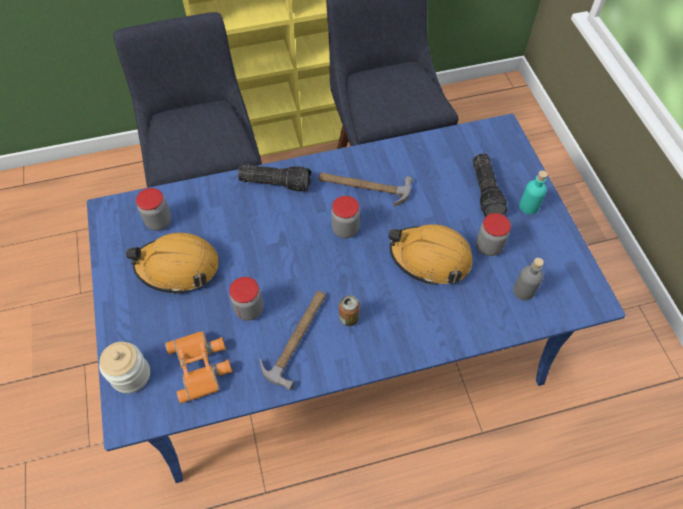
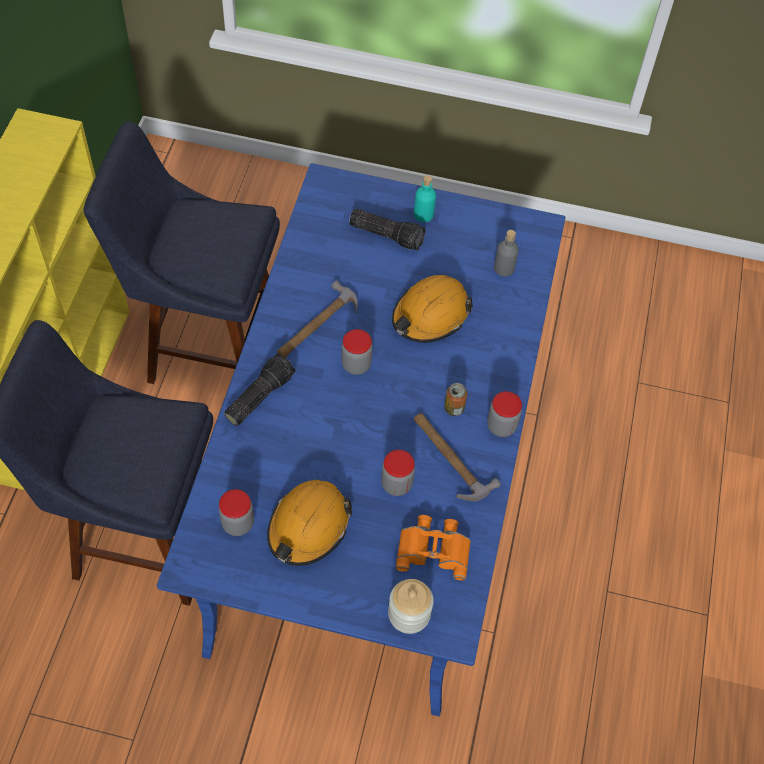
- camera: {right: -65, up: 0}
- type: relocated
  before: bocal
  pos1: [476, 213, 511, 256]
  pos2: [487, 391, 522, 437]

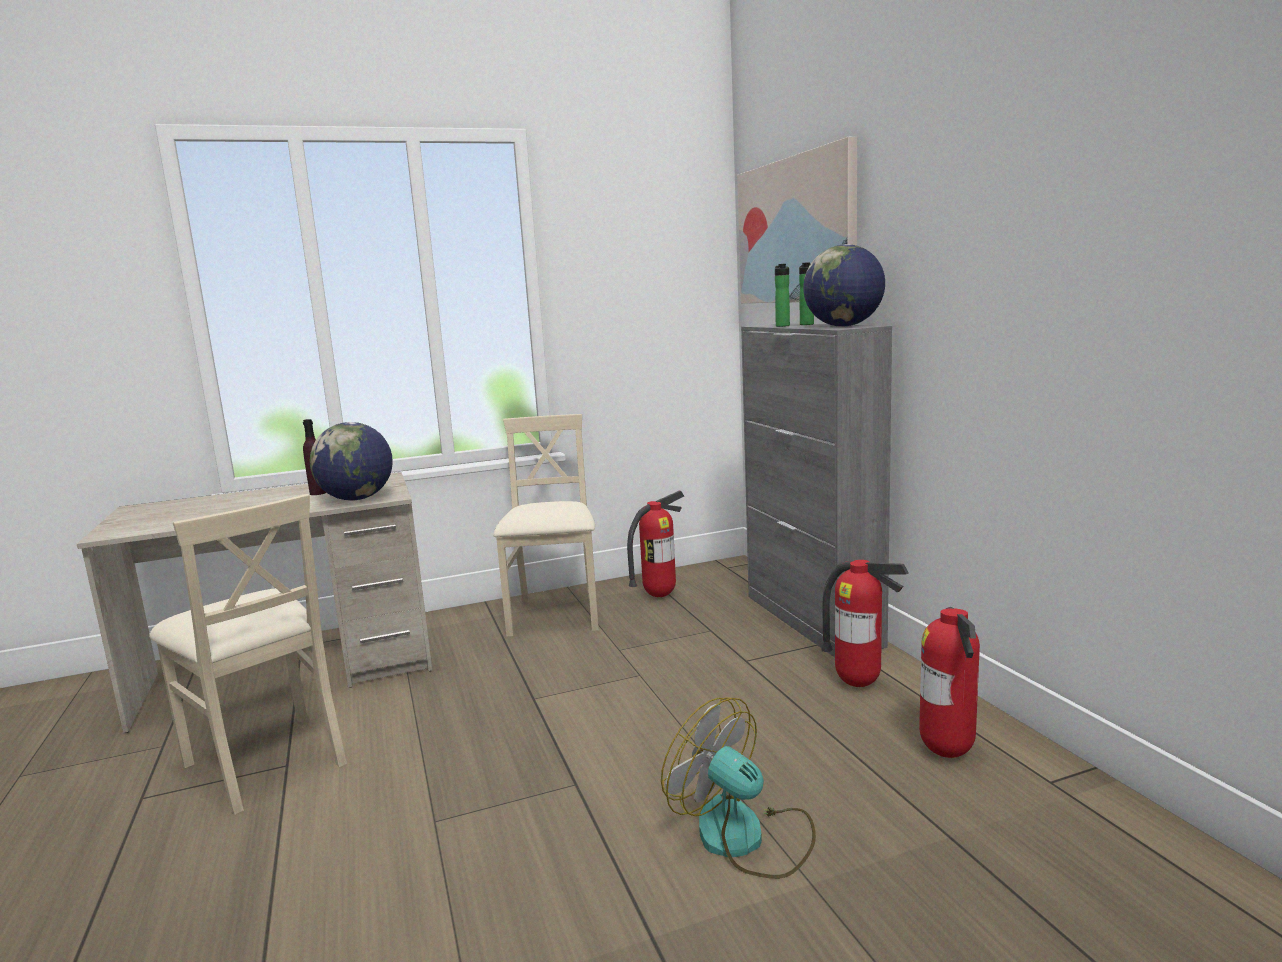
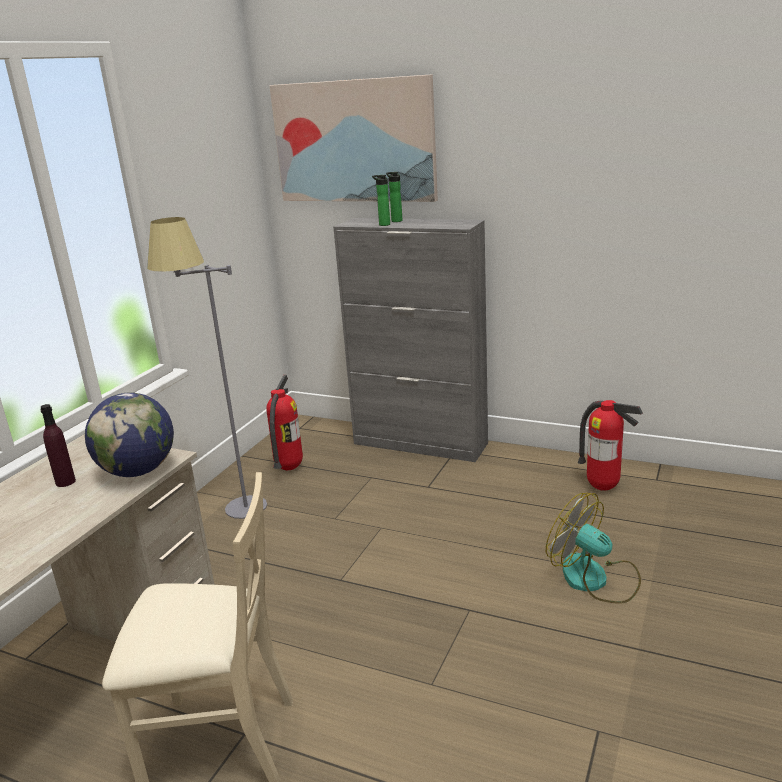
- camera: {right: -45, up: 10}
- type: missing
  before: globe
  pos1: [803, 244, 885, 327]
- type: exchanged
  before: chaise [beige]
  after: lampadaire [gris]
  pos1: [493, 414, 599, 637]
  pos2: [147, 217, 267, 519]
- type: missing
  before: extincteur
  pos1: [821, 560, 909, 687]
- type: spun
  before: ventilateur
  pos1: [661, 697, 816, 879]
  pos2: [546, 493, 641, 604]
  turn: 45

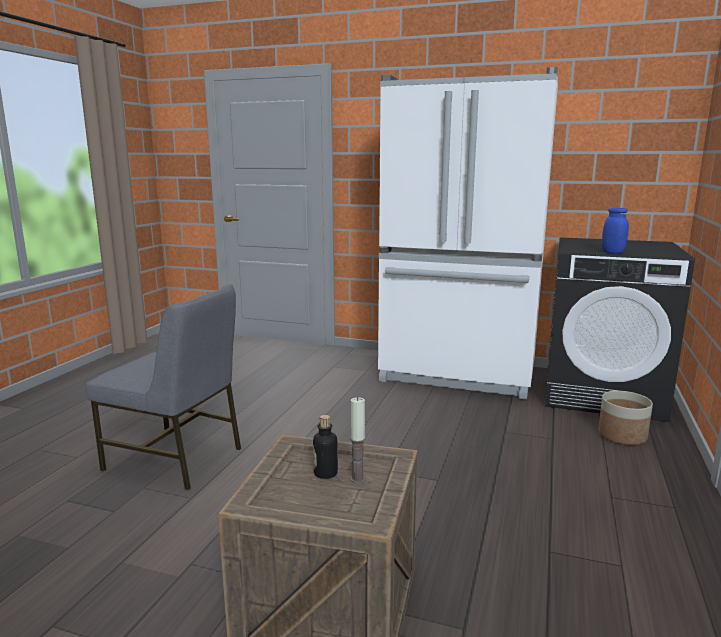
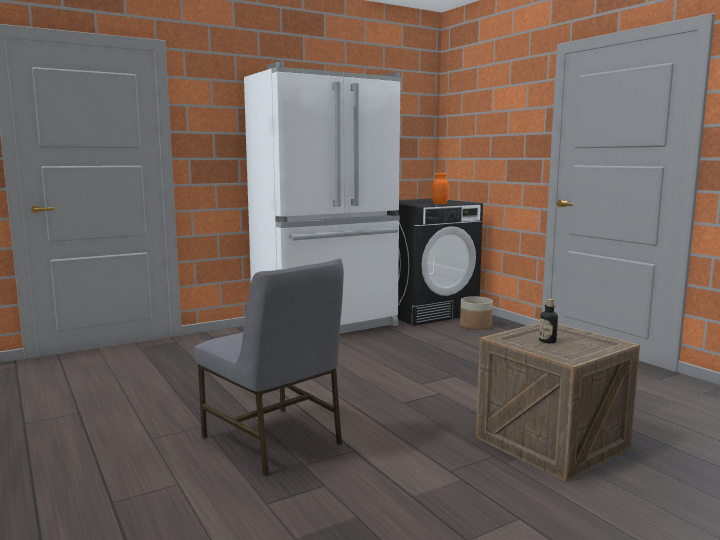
- camera: {right: -50, up: -5}
- type: colour
  before: bocal [bleu]
  after: bocal [orange]
  pos1: [602, 208, 629, 253]
  pos2: [432, 173, 449, 204]
- type: spun
  before: chaise [gris]
  pos1: [86, 284, 241, 490]
  pos2: [194, 259, 344, 476]
  turn: 75
- type: missing
  before: bougie
  pos1: [350, 397, 366, 483]

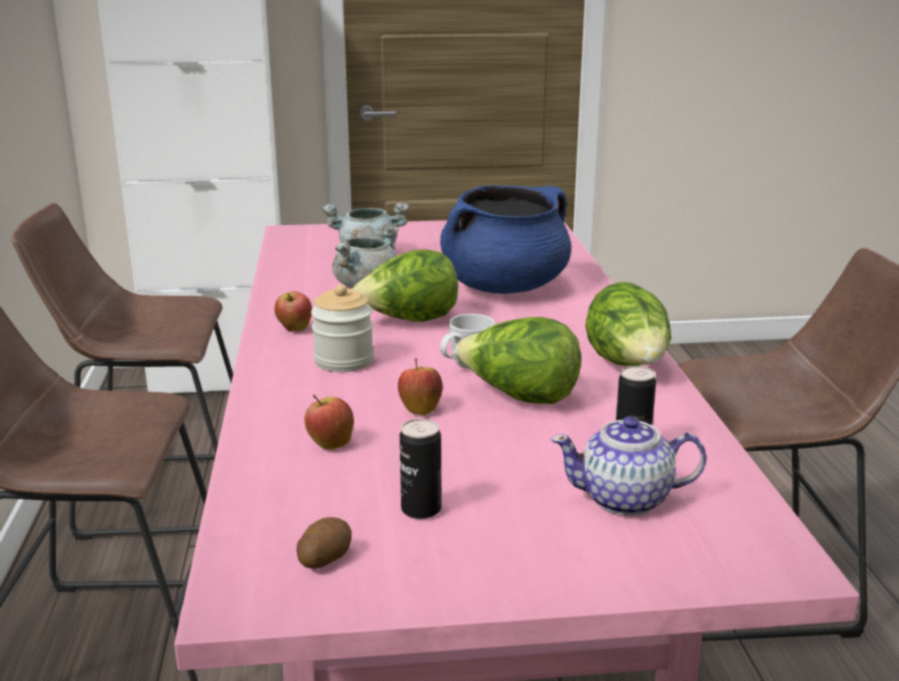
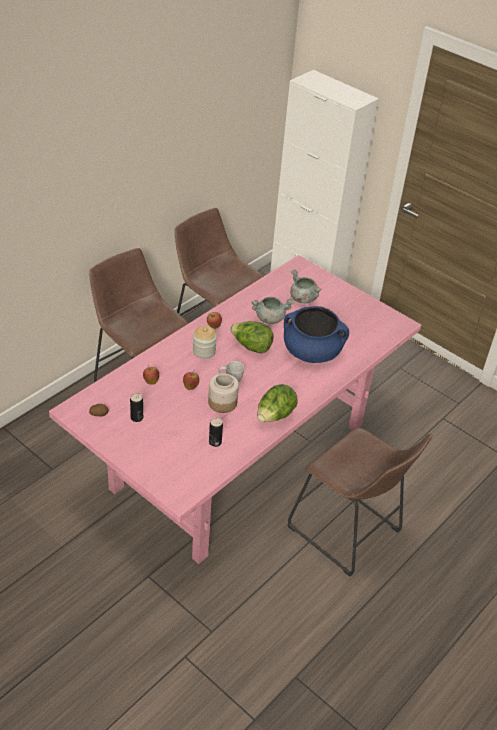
- camera: {right: 45, up: 20}
- type: exchanged
  before: laitue
  after: bocal
  pos1: [455, 317, 581, 404]
  pos2: [208, 373, 239, 413]
- type: missing
  before: théière
  pos1: [551, 416, 707, 516]

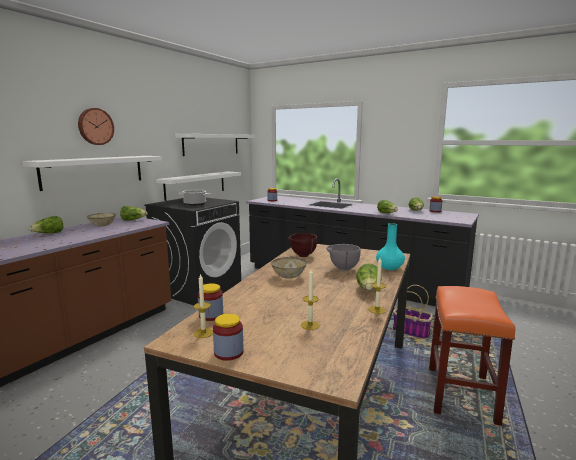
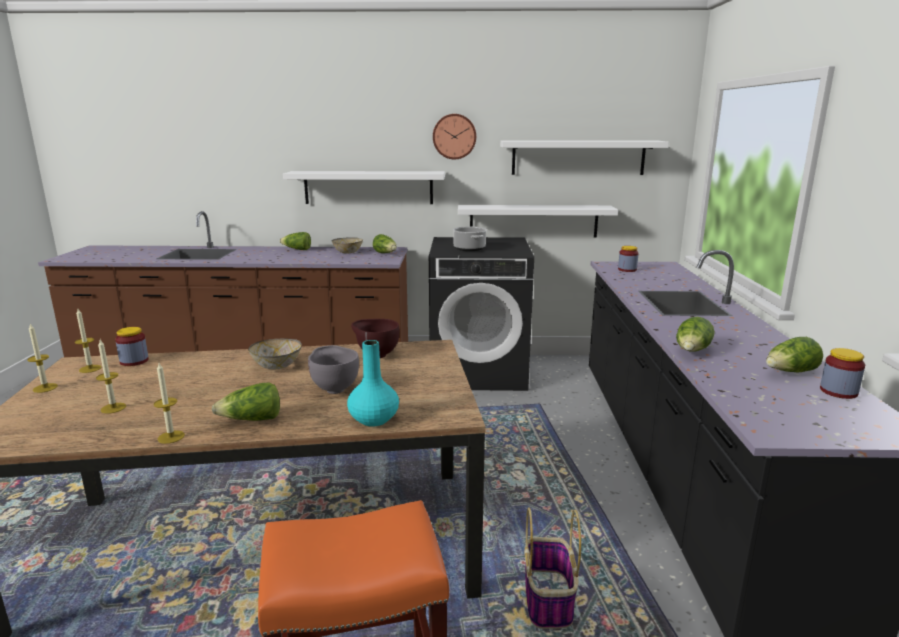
- camera: {right: 60, up: 5}
- type: relocated
  before: horloge murale
  pos1: [78, 108, 114, 145]
  pos2: [433, 114, 476, 159]
- type: exchanged
  before: bocal
  after: bougie
  pos1: [213, 313, 243, 361]
  pos2: [27, 324, 58, 393]

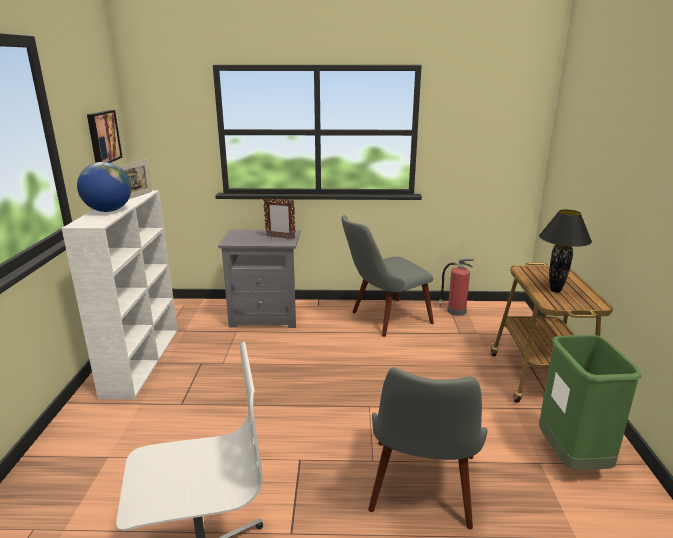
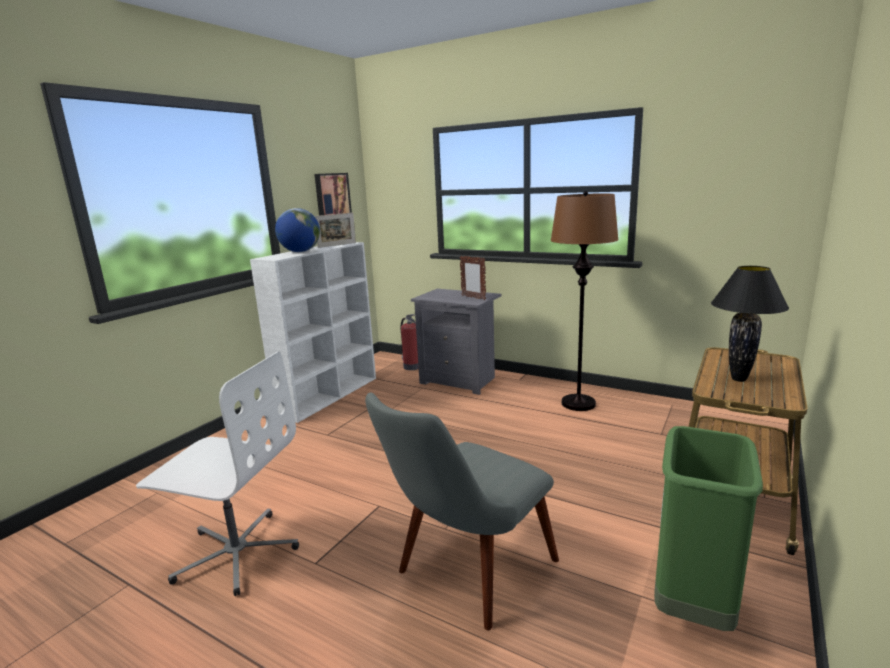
- camera: {right: 30, up: -5}
- type: exchanged
  before: chaise [gris]
  after: lampadaire [marron]
  pos1: [342, 215, 434, 337]
  pos2: [551, 191, 619, 411]
- type: relocated
  before: extincteur
  pos1: [438, 259, 474, 316]
  pos2: [401, 314, 419, 370]

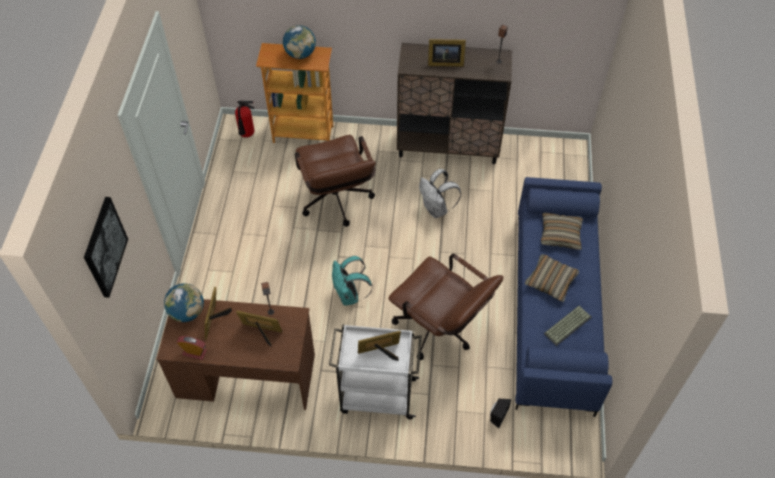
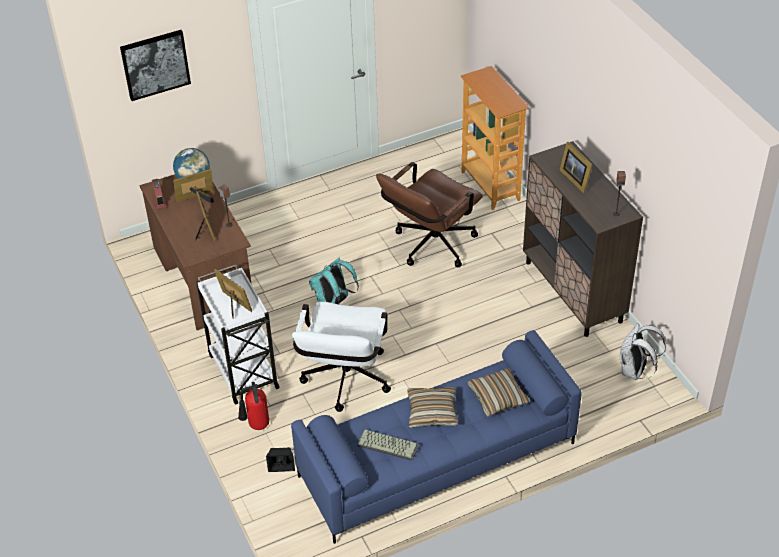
- camera: {right: 60, up: -10}
- type: missing
  before: globe
  pos1: [283, 25, 316, 59]
- type: relocated
  before: extincteur
  pos1: [235, 100, 255, 138]
  pos2: [238, 381, 269, 430]
- type: relocated
  before: sac à dos [blanc]
  pos1: [419, 169, 461, 218]
  pos2: [620, 323, 666, 380]
- type: colour
  before: chaise de bureau [marron]
  after: chaise de bureau [blanc]
  pos1: [388, 254, 503, 360]
  pos2: [292, 302, 391, 412]

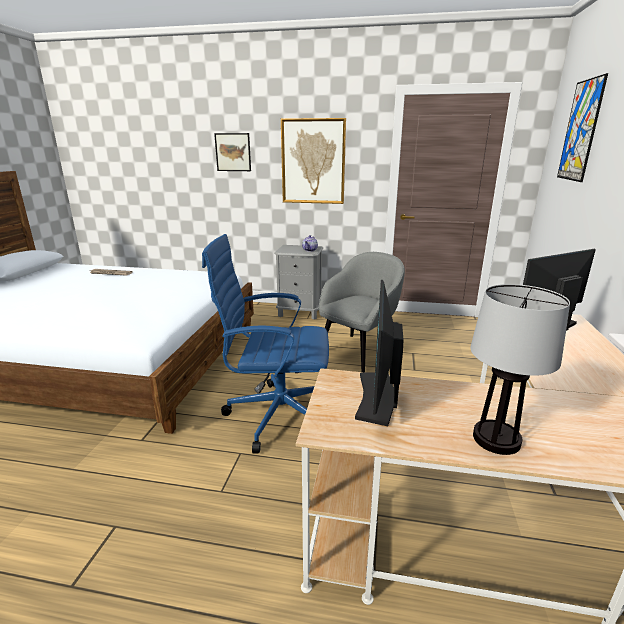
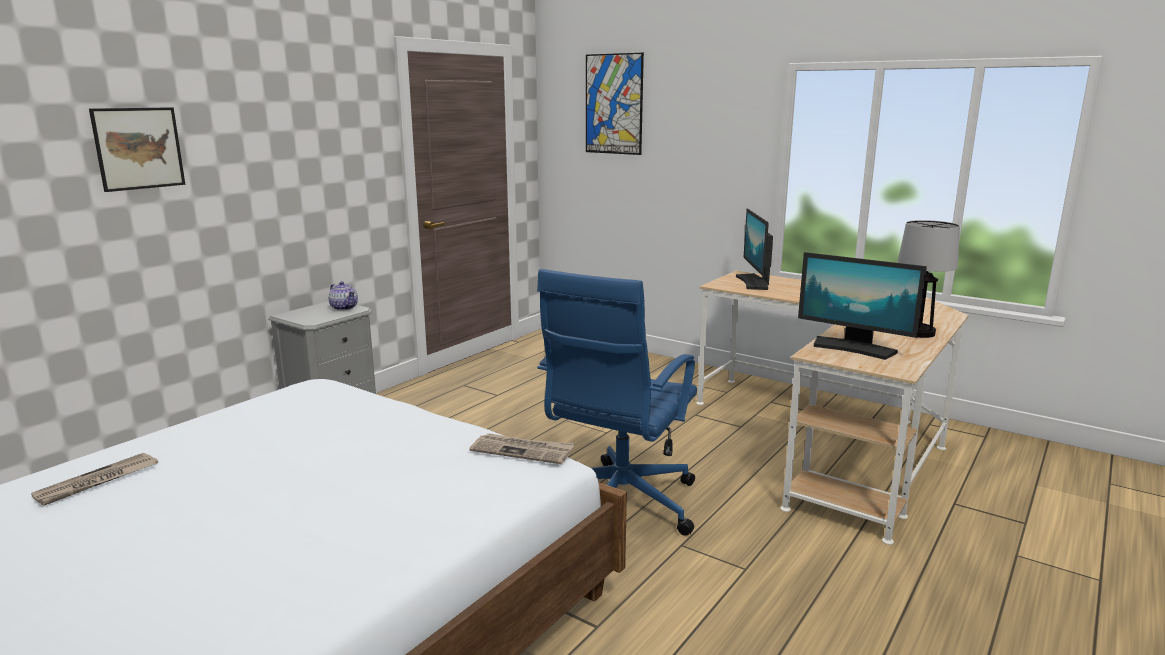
- camera: {right: -65, up: -5}
- type: missing
  before: tableau
  pos1: [281, 118, 346, 204]
- type: missing
  before: fauteuil [gris]
  pos1: [319, 252, 405, 372]
- type: appeared
  after: journal
  pos2: [469, 433, 575, 464]

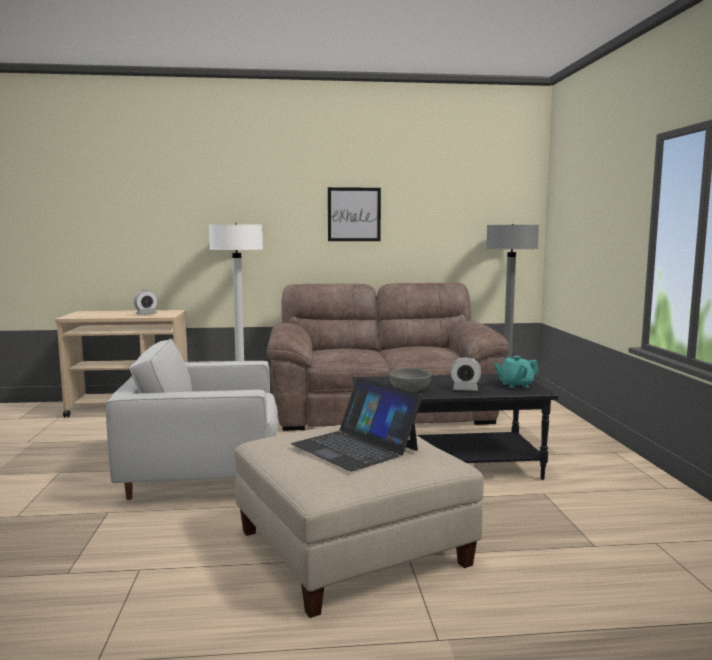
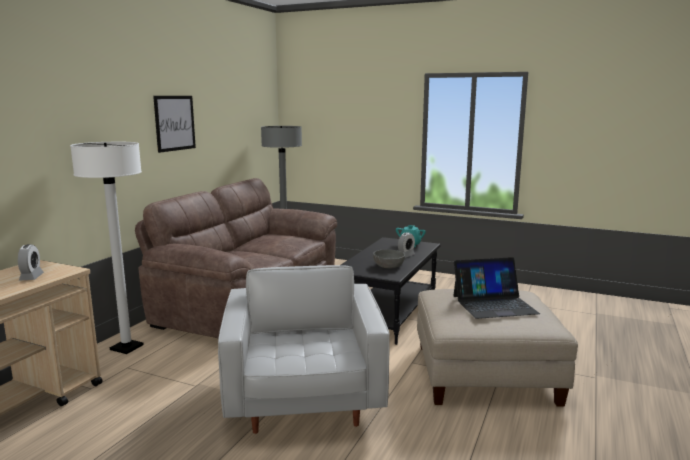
- camera: {right: -60, up: 5}
- type: spun
  before: fauteuil [blanc]
  pos1: [106, 339, 278, 500]
  pos2: [218, 265, 390, 434]
  turn: 150

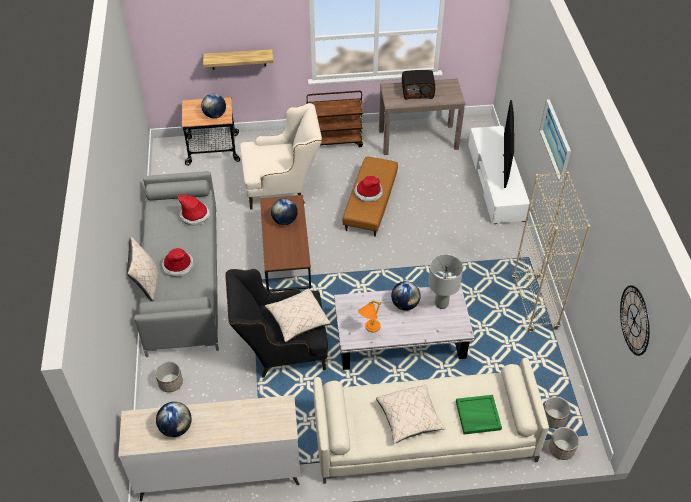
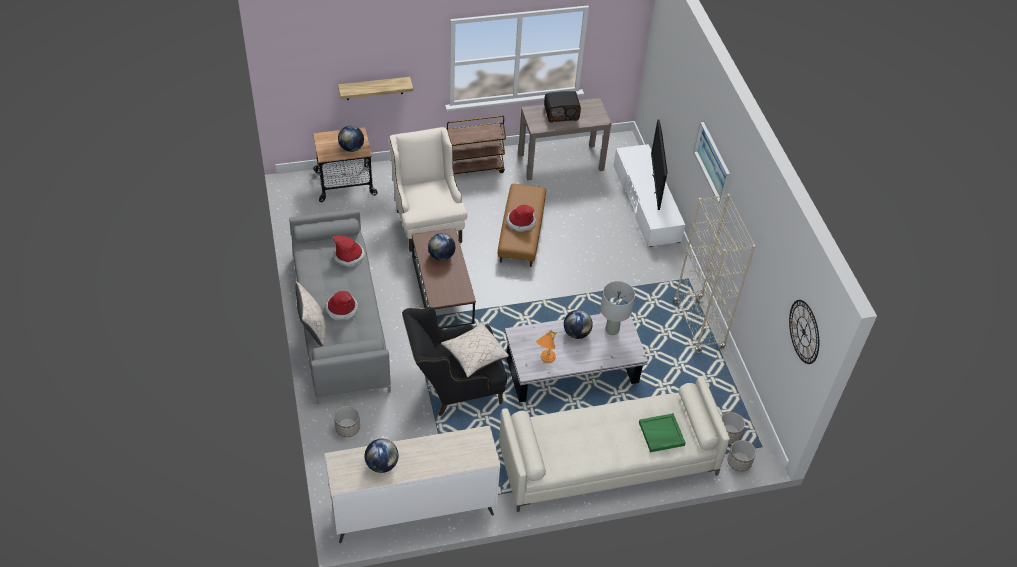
- camera: {right: -10, up: 0}
- type: spun
  before: fauteuil [beige]
  pos1: [240, 103, 322, 210]
  pos2: [389, 127, 467, 252]
  turn: -90
- type: missing
  before: coussin [beige]
  pos1: [376, 385, 446, 444]

